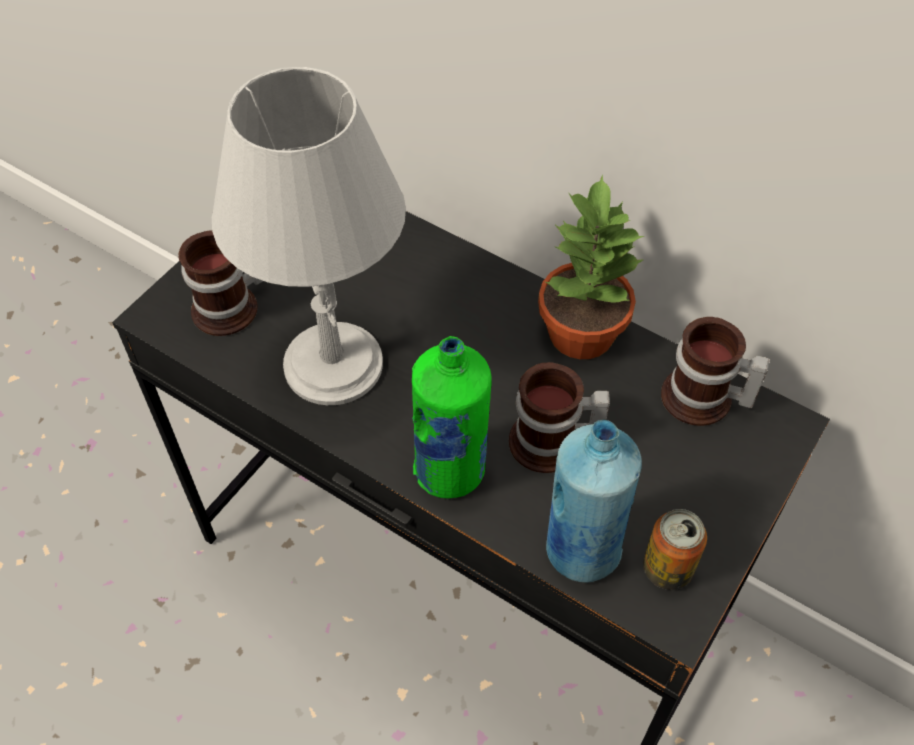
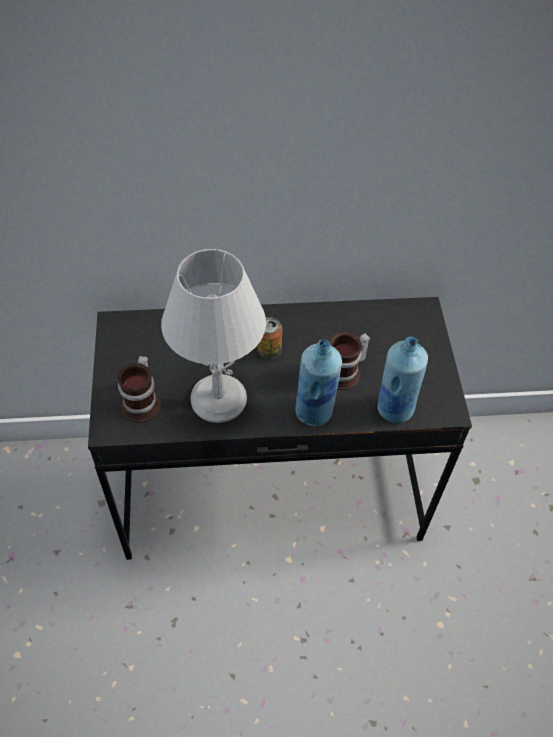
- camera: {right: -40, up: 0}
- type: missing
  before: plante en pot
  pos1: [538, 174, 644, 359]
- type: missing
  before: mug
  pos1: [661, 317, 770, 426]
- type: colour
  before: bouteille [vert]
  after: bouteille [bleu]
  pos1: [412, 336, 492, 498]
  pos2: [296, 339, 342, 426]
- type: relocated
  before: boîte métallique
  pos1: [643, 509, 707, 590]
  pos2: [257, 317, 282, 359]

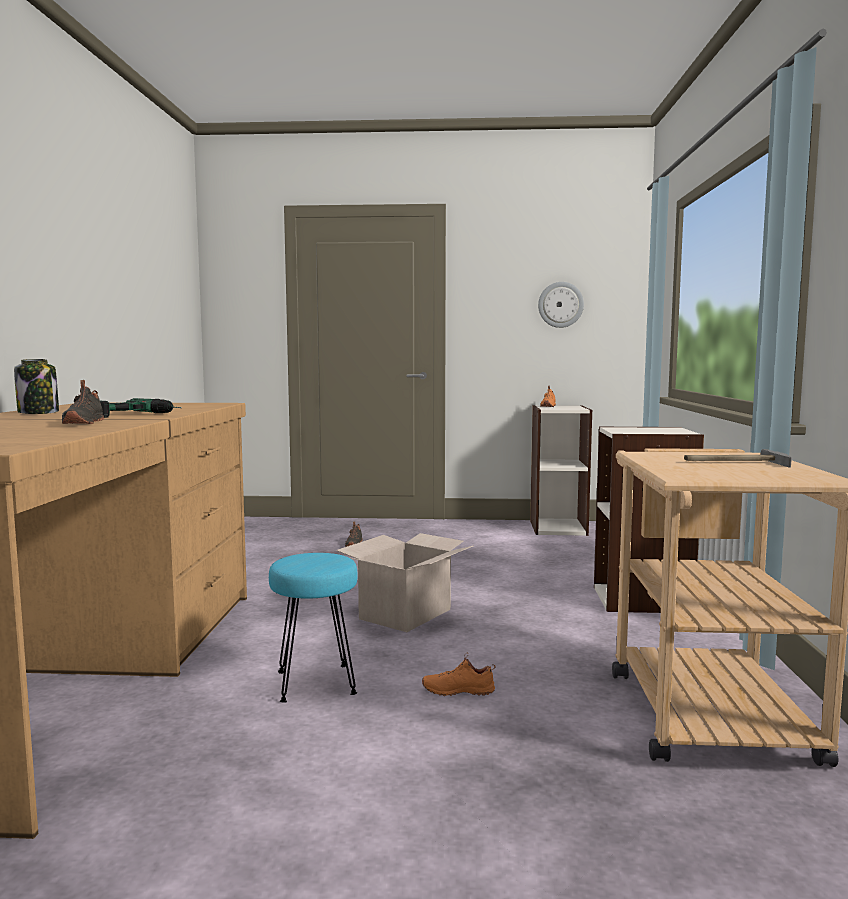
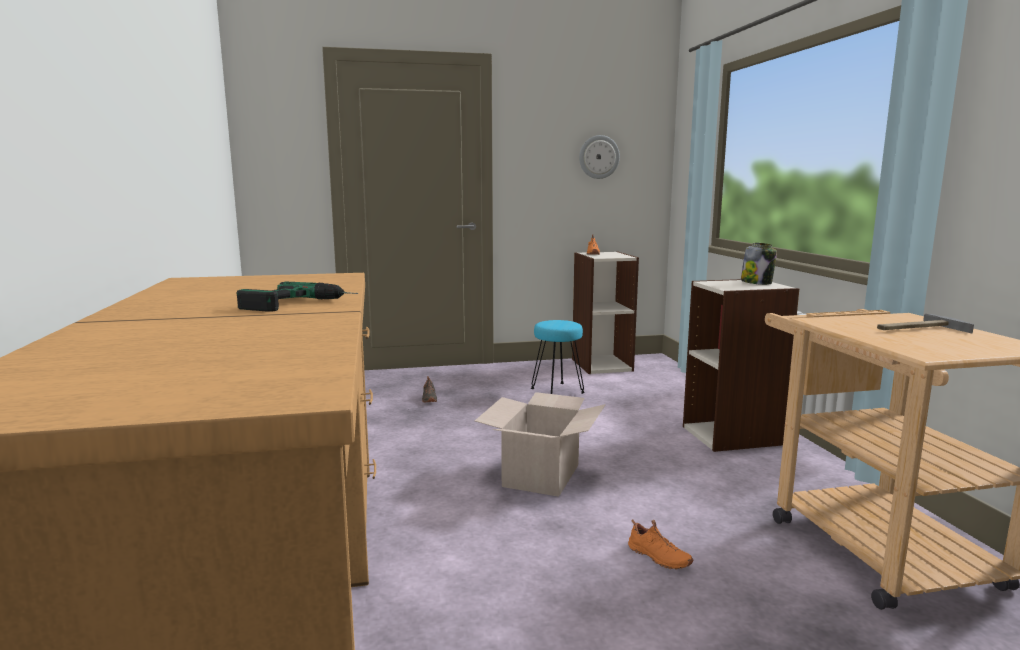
- camera: {right: -15, up: 5}
- type: relocated
  before: bocal
  pos1: [14, 359, 59, 414]
  pos2: [741, 243, 777, 285]
- type: missing
  before: chaussure [noir]
  pos1: [62, 380, 104, 424]
- type: relocated
  before: tabouret [turquoise]
  pos1: [269, 553, 358, 703]
  pos2: [531, 320, 585, 394]
- type: spun
  before: chaussure [orange]
  pos1: [422, 652, 496, 696]
  pos2: [628, 519, 693, 570]
  turn: -120

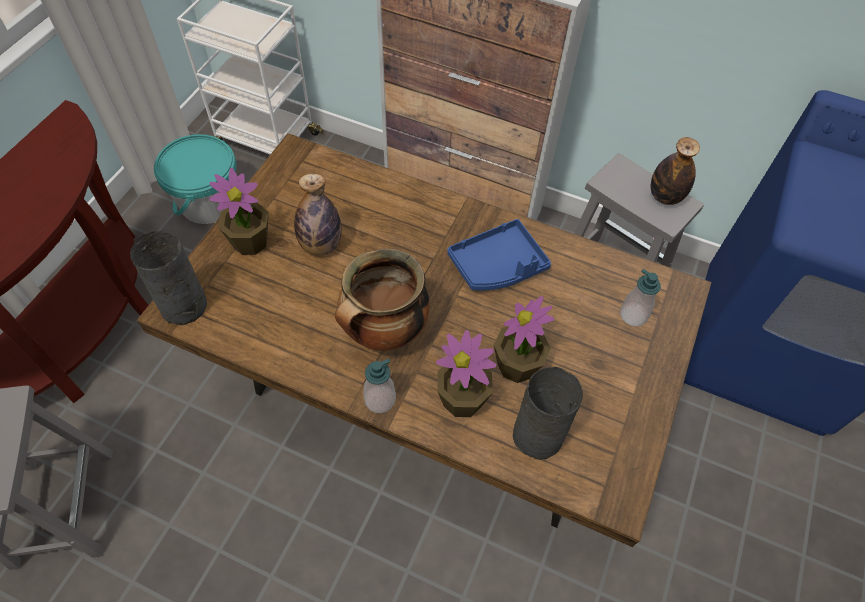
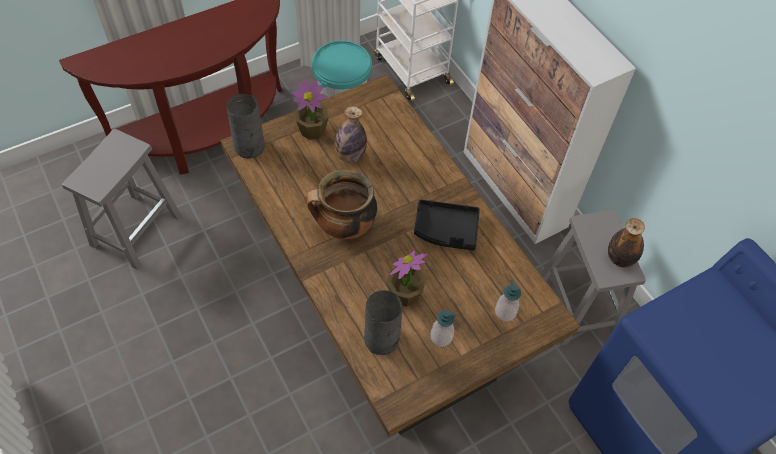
- camera: {right: 35, up: 0}
- type: colour
  before: plateau [bleu]
  after: plateau [noir]
  pos1: [447, 219, 551, 290]
  pos2: [414, 200, 480, 251]
- type: missing
  before: plante en pot
  pos1: [436, 330, 496, 417]
- type: relocated
  before: distributeur de savon
  pos1: [363, 359, 396, 413]
  pos2: [430, 310, 456, 347]

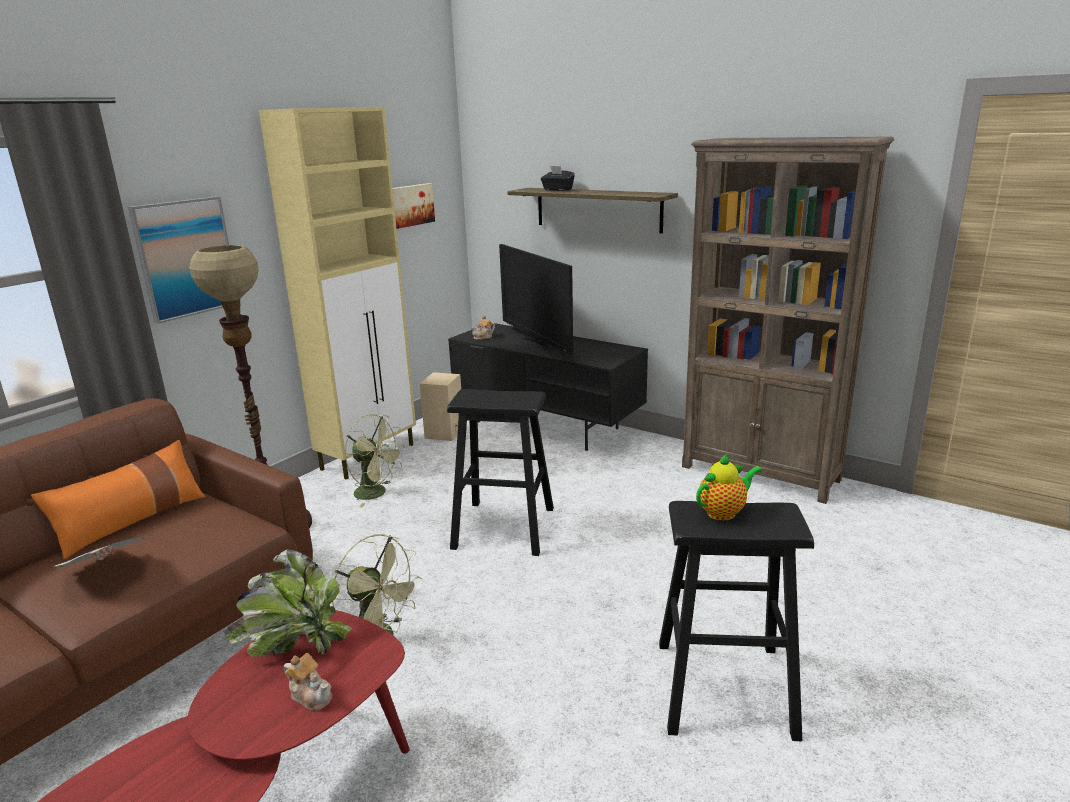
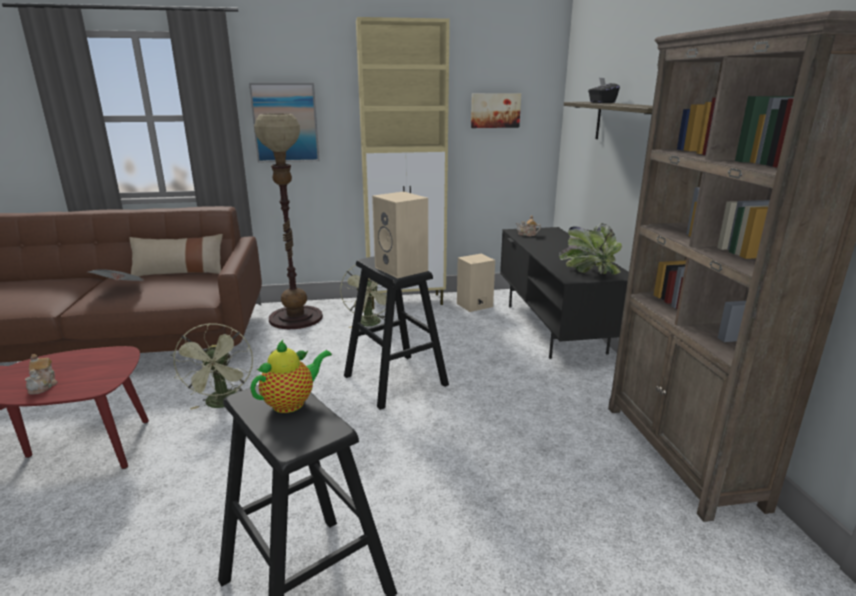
- camera: {right: 45, up: 0}
- type: missing
  before: téléviseur
  pos1: [499, 244, 573, 355]
- type: colour
  before: coussin [orange]
  after: coussin [beige]
  pos1: [31, 440, 206, 559]
  pos2: [130, 234, 223, 276]
- type: spun
  before: théière
  pos1: [696, 454, 762, 521]
  pos2: [251, 340, 332, 413]
  turn: -60
- type: relocated
  before: plante en pot
  pos1: [223, 549, 352, 657]
  pos2: [559, 223, 622, 275]
- type: appeared
  after: enceinte [beige]
  pos2: [372, 191, 428, 278]

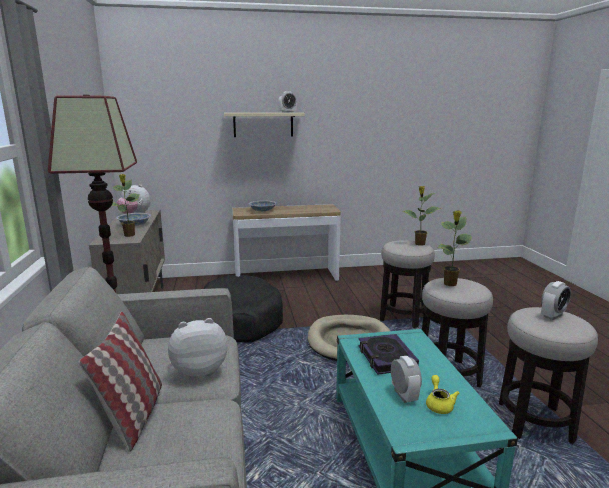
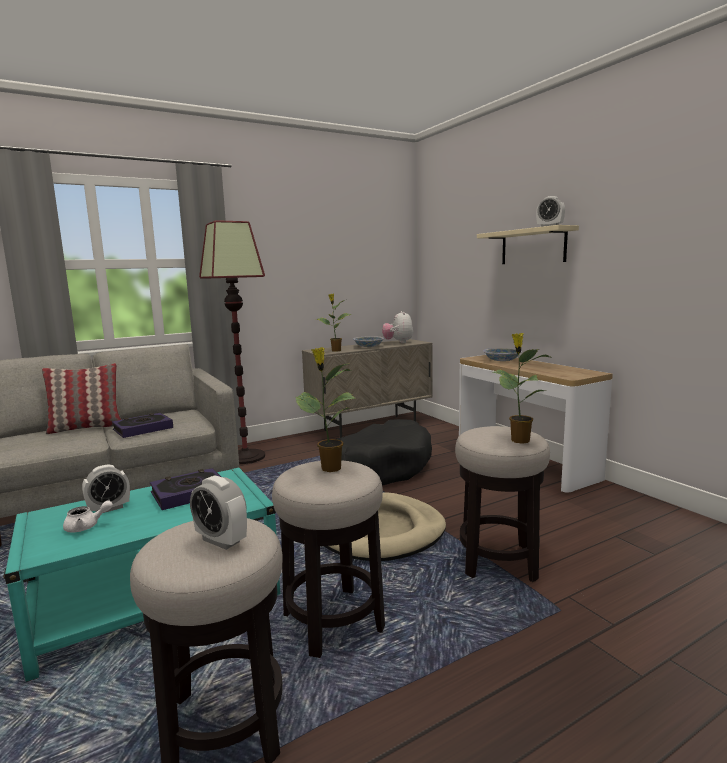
- camera: {right: 70, up: -5}
- type: exchanged
  before: peluche
  after: livre
  pos1: [168, 318, 228, 379]
  pos2: [112, 413, 173, 438]
- type: colour
  before: théière [jaune]
  after: théière [blanc]
  pos1: [426, 375, 459, 414]
  pos2: [63, 500, 113, 532]

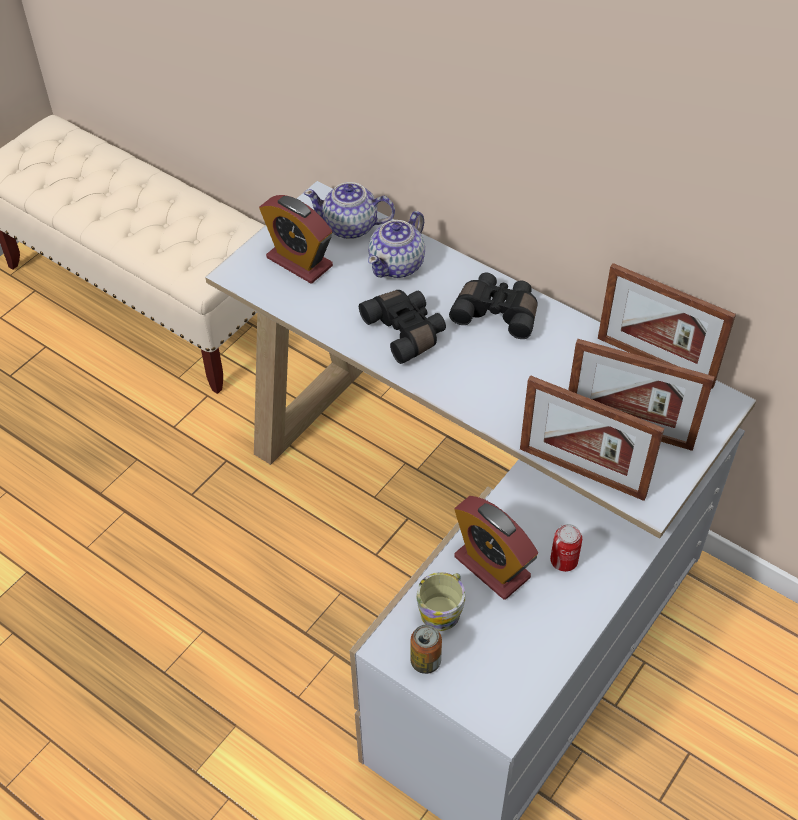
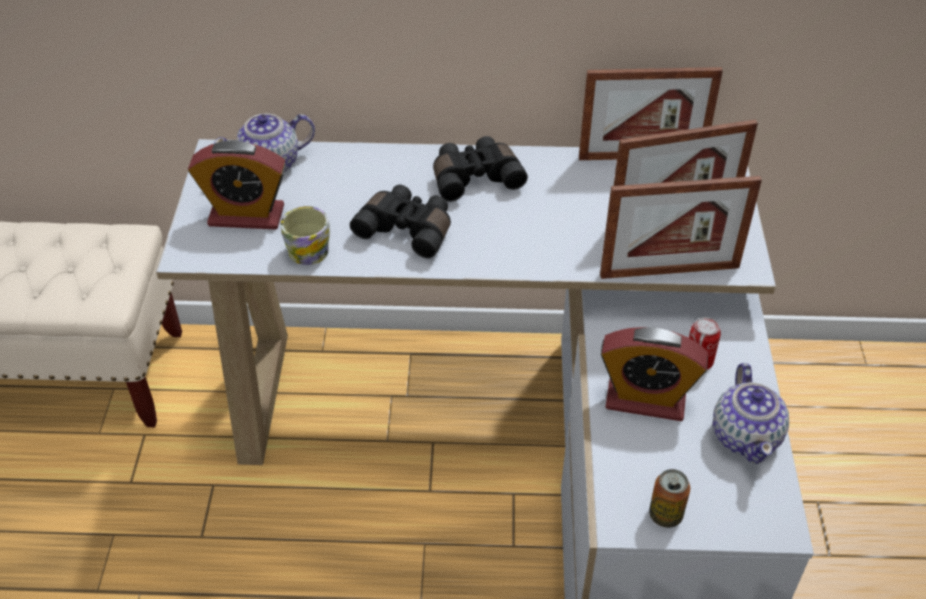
- camera: {right: -35, up: -5}
- type: relocated
  before: théière
  pos1: [368, 211, 425, 278]
  pos2: [713, 363, 789, 464]
- type: relocated
  before: mug
  pos1: [417, 572, 465, 631]
  pos2: [281, 206, 330, 265]

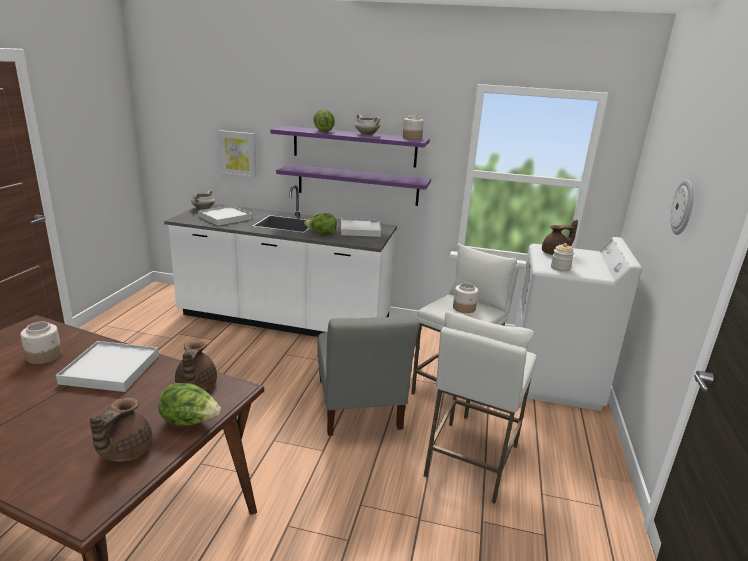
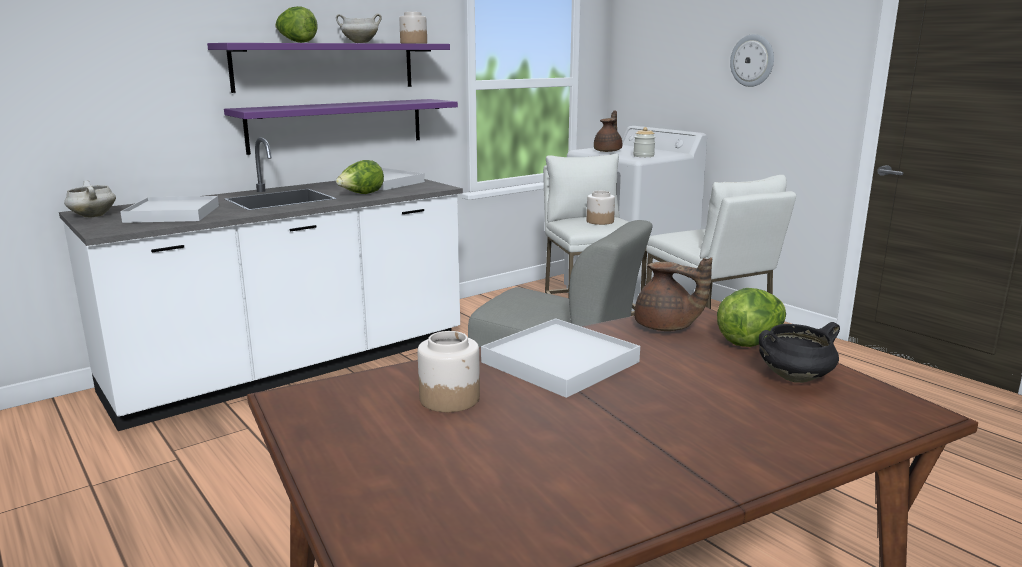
- camera: {right: -50, up: -5}
- type: missing
  before: tableau
  pos1: [218, 130, 256, 178]
- type: exchanged
  before: théière [marron]
  after: marmite [noir]
  pos1: [90, 397, 152, 462]
  pos2: [759, 322, 840, 383]

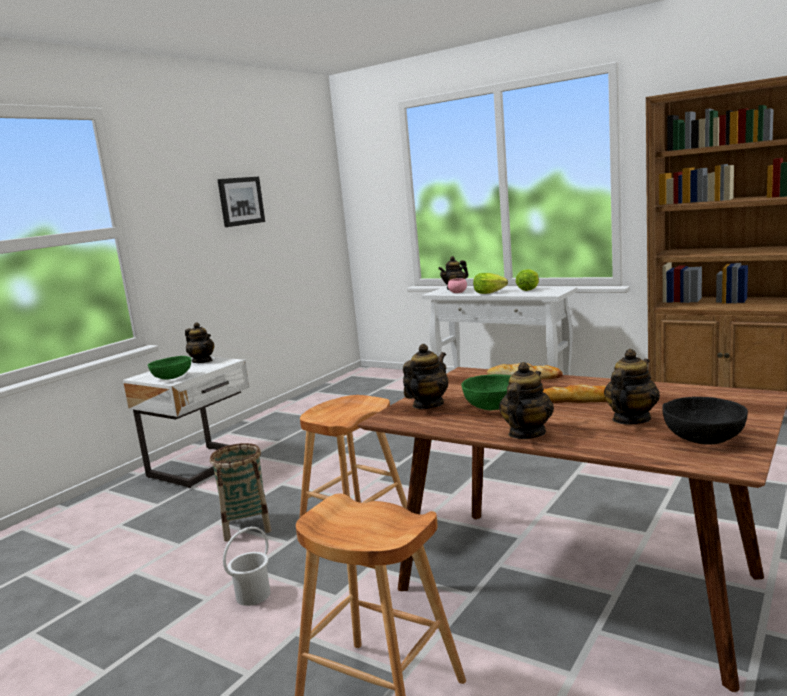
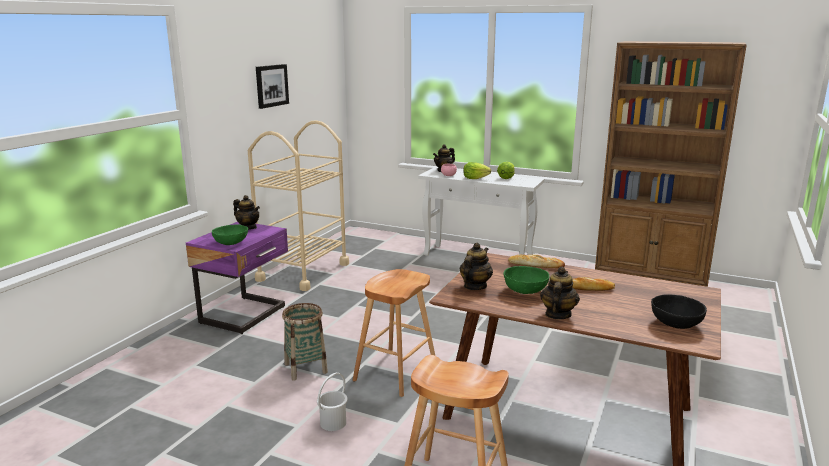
- camera: {right: -10, up: 5}
- type: missing
  before: théière
  pos1: [604, 349, 660, 424]
- type: colour
  before: table de chevet [blanc]
  after: table de chevet [violet]
  pos1: [123, 357, 250, 488]
  pos2: [186, 222, 288, 334]
- type: appeared
  after: chariot [beige]
  pos2: [248, 120, 349, 291]

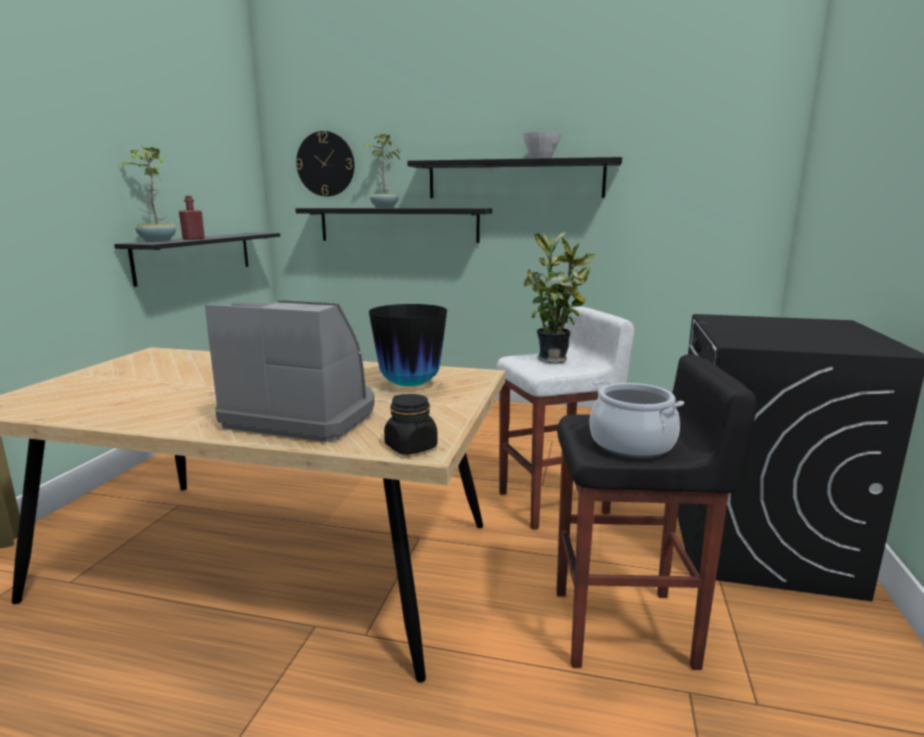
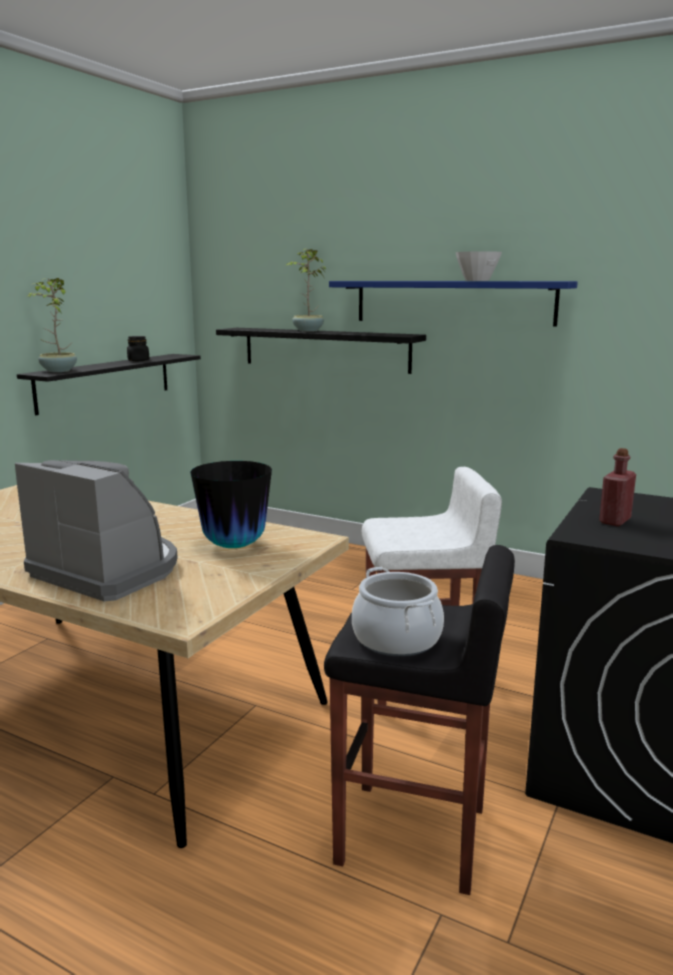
- camera: {right: 15, up: 0}
- type: missing
  before: horloge murale
  pos1: [296, 131, 355, 197]
- type: colour
  before: étagère [noir]
  after: étagère [bleu]
  pos1: [407, 157, 622, 198]
  pos2: [329, 281, 578, 327]
- type: relocated
  before: bouteille [rouge]
  pos1: [179, 196, 205, 240]
  pos2: [599, 448, 636, 526]
- type: missing
  before: plante en pot
  pos1: [524, 232, 595, 363]
- type: relocated
  before: bocal [noir]
  pos1: [384, 394, 438, 455]
  pos2: [127, 336, 150, 361]

